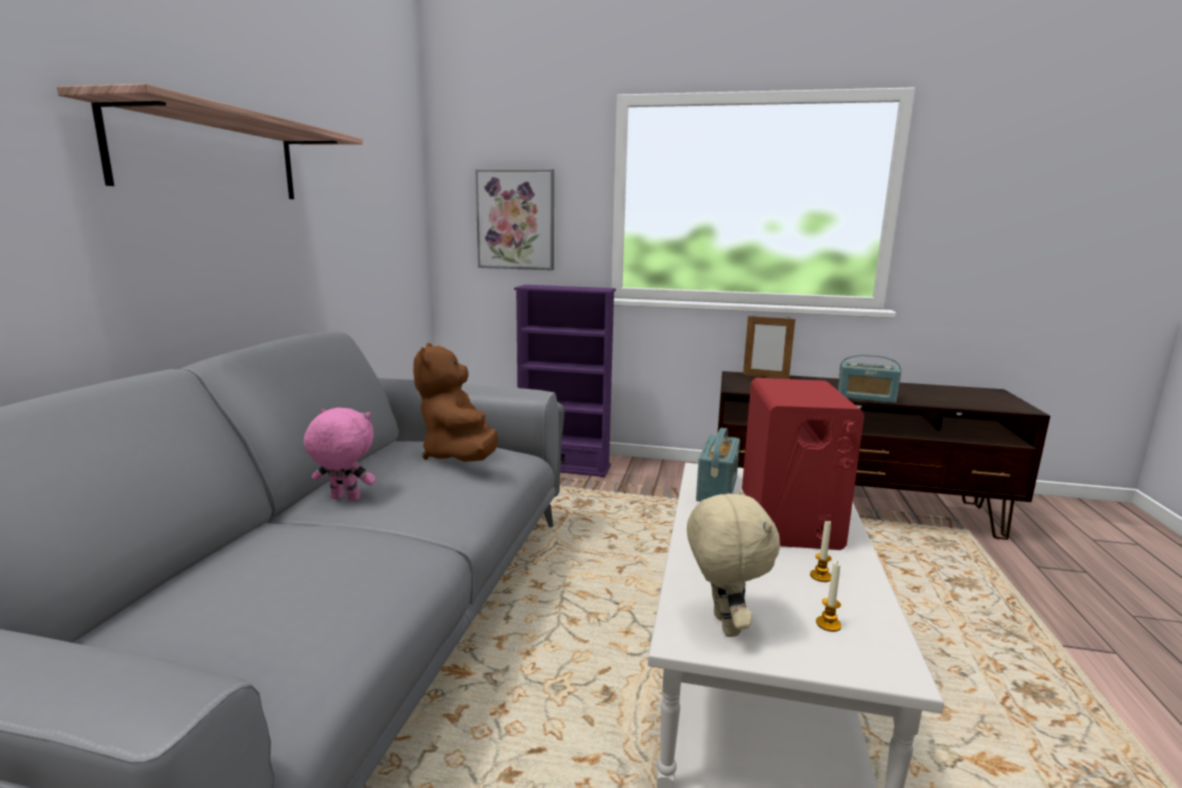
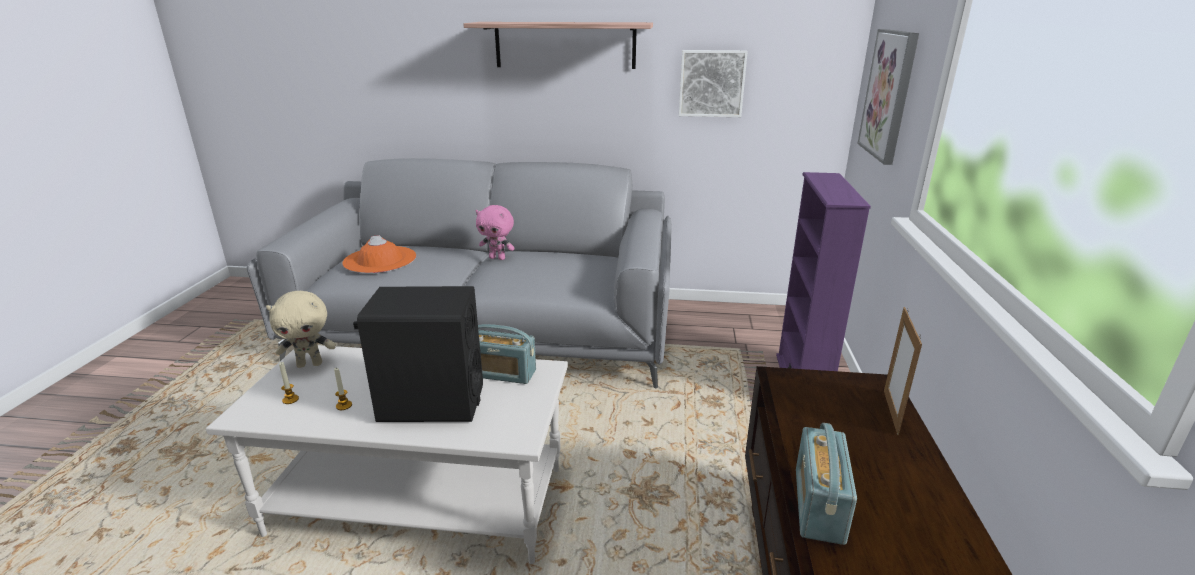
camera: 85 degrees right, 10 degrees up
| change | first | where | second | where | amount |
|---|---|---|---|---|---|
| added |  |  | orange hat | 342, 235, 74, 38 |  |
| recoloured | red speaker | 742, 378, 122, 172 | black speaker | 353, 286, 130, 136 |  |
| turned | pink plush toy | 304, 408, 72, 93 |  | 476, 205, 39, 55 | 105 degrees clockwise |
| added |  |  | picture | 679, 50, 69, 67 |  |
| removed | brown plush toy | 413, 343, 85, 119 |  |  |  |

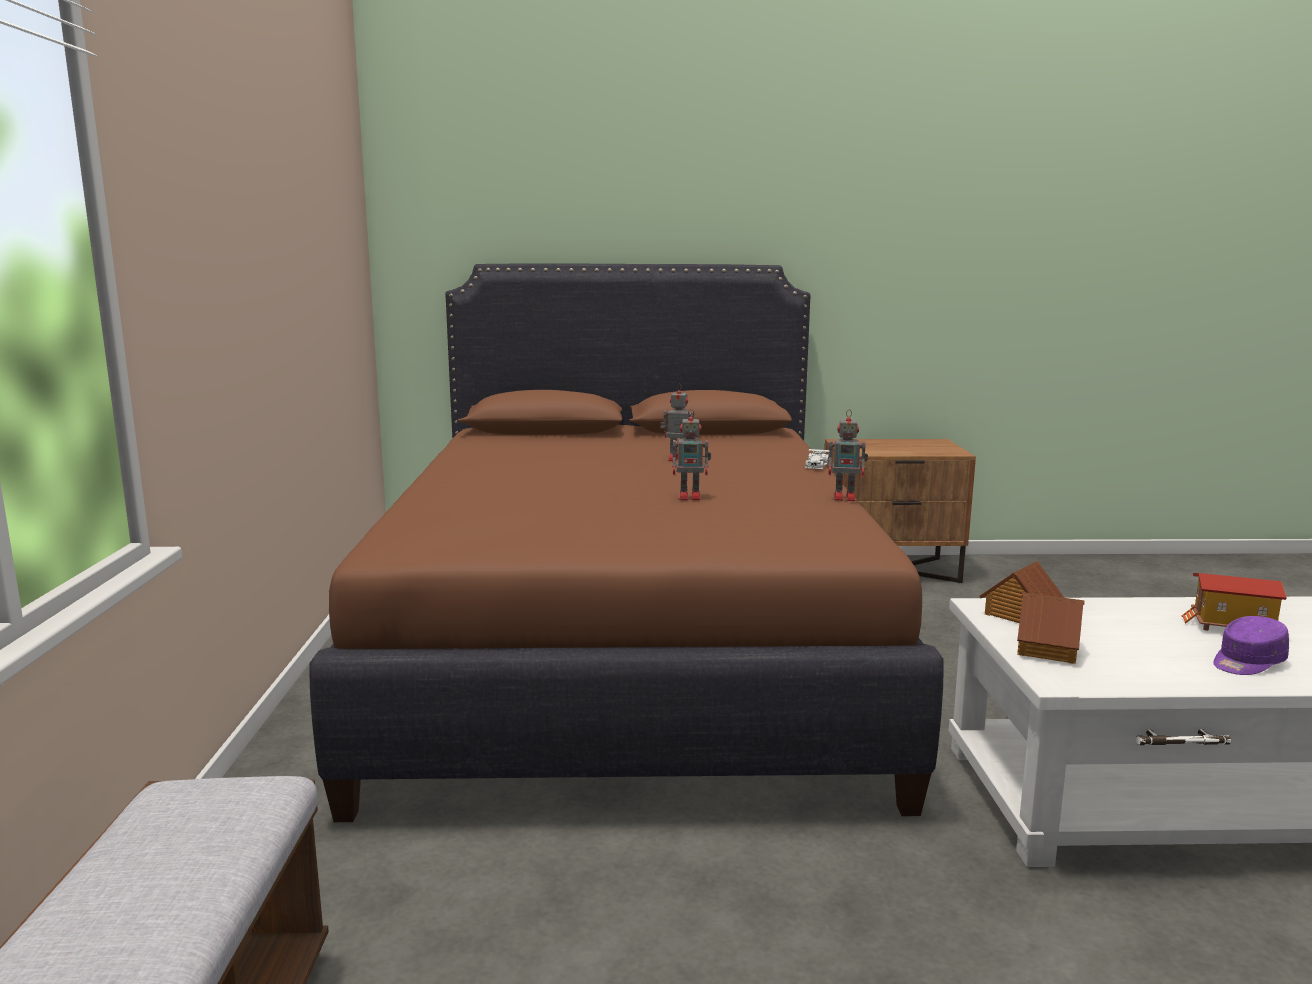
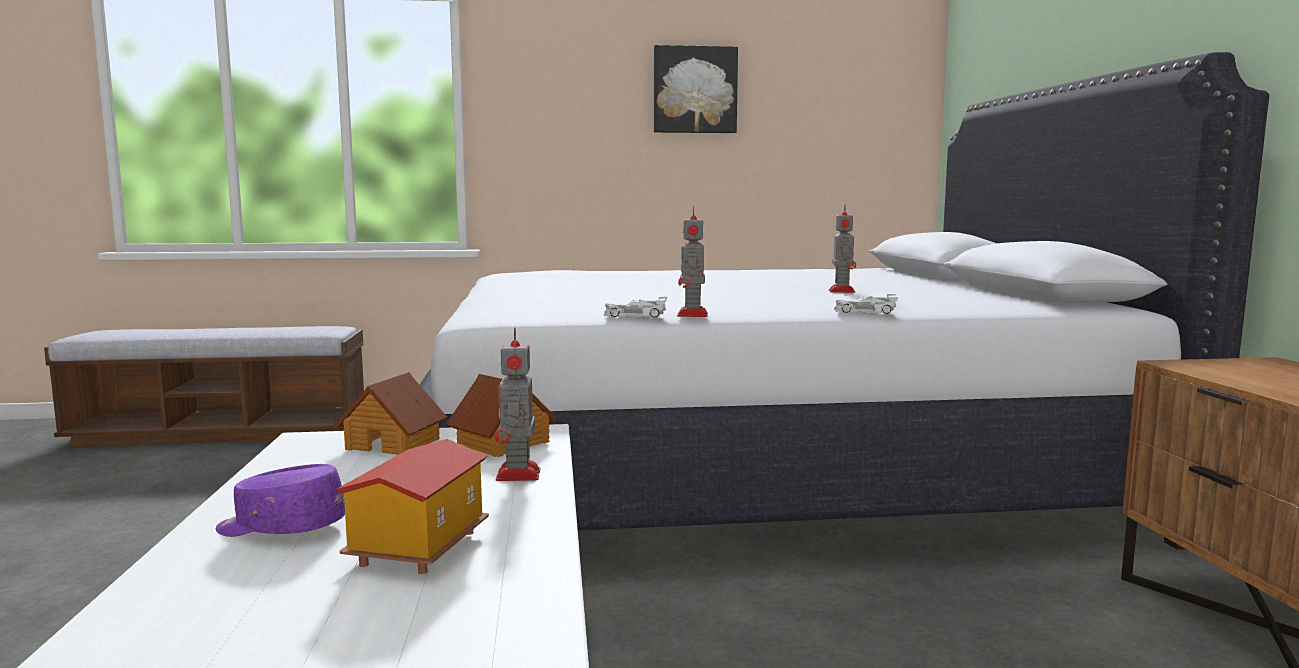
camera: 85 degrees right, 5 degrees down
| change | first | where | second | where | amount |
|---|---|---|---|---|---|
| turned | purple cap | 1213, 616, 76, 59 |  | 216, 464, 129, 73 | 45 degrees counterclockwise |
| recoloured | brown bed | 310, 263, 633, 559 | white bed | 419, 52, 851, 497 |  |
| moved | toy robot | 672, 409, 39, 91 |  | 495, 327, 45, 154 |  |
| added |  |  | white toy car | 604, 297, 63, 21 |  |
| added |  |  | picture | 654, 45, 84, 88 |  |

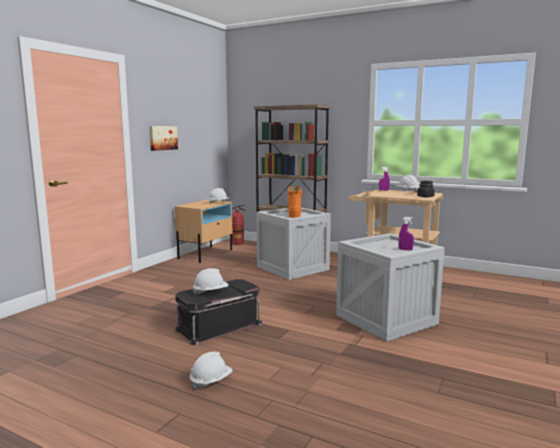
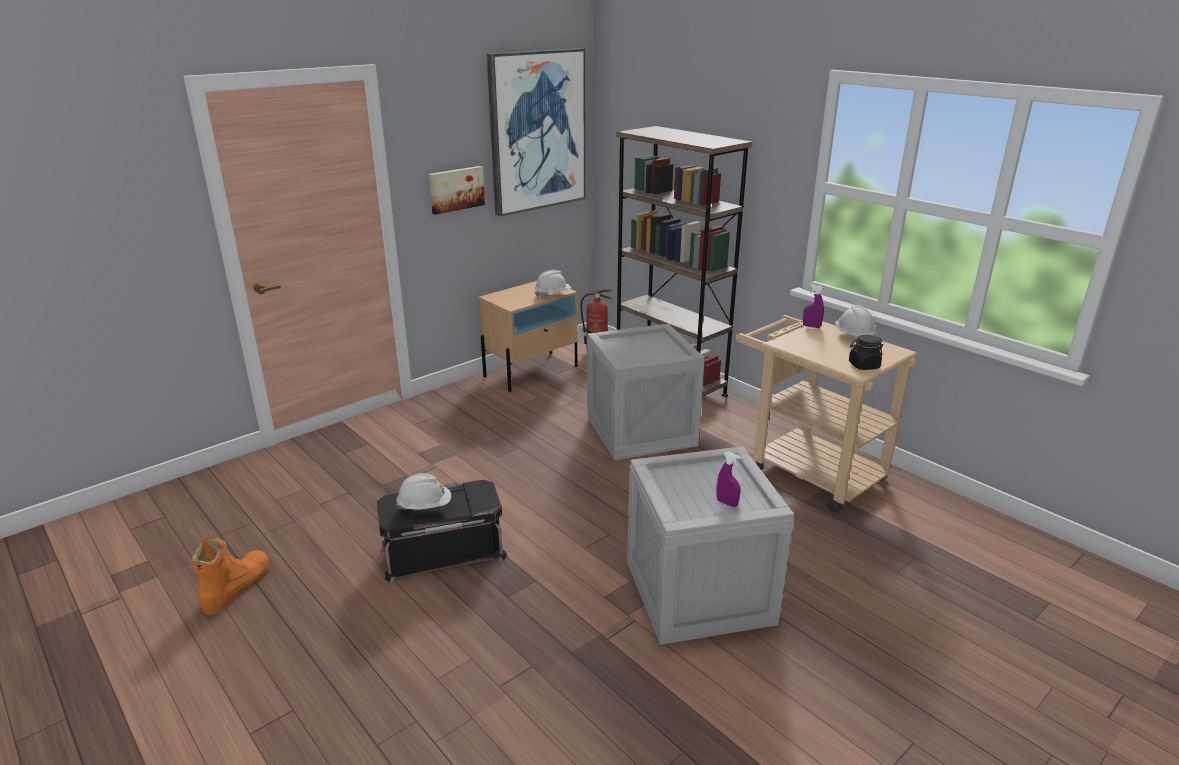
camera: 20 degrees right, 15 degrees up
| change | first | where | second | where | amount |
|---|---|---|---|---|---|
| moved | orange boot | 287, 186, 15, 32 |  | 191, 537, 78, 78 |  |
| added |  |  | picture | 487, 48, 99, 169 |  |
| removed | white hard hat | 190, 352, 42, 38 |  |  |  |

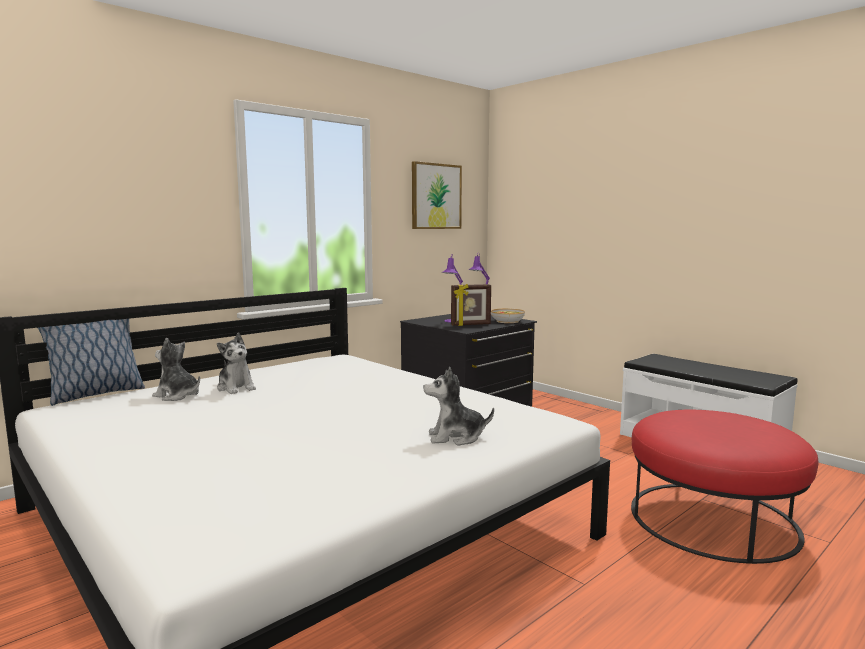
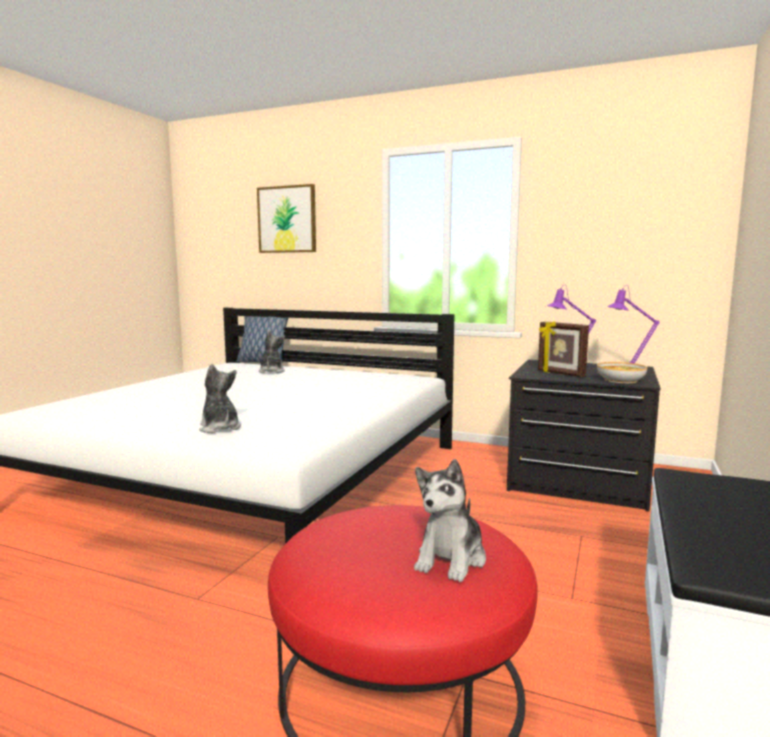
camera: 65 degrees right, 0 degrees up
| change | first | where | second | where | amount |
|---|---|---|---|---|---|
| moved | picture | 412, 161, 50, 68 |  | 257, 184, 59, 69 |  |
| moved | plush toy | 217, 333, 39, 61 |  | 414, 459, 72, 123 |  |

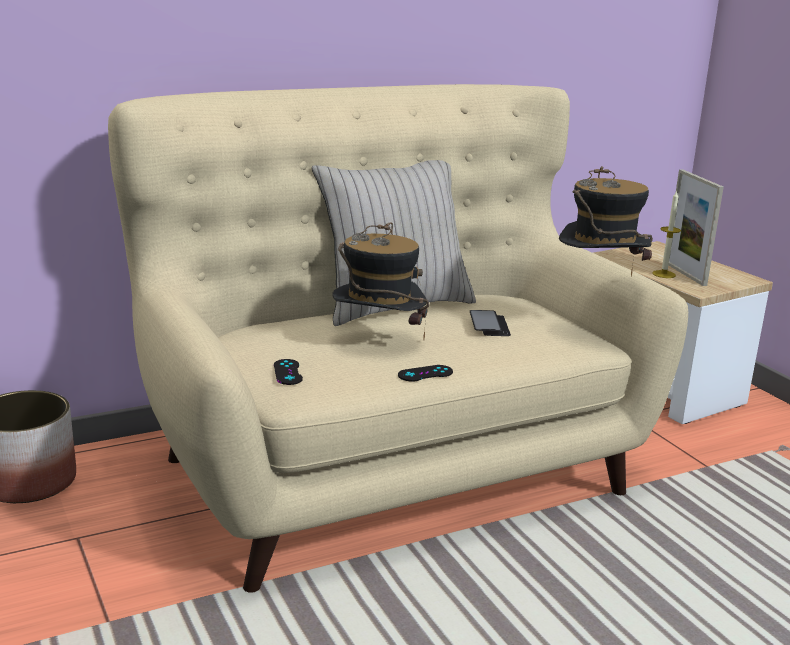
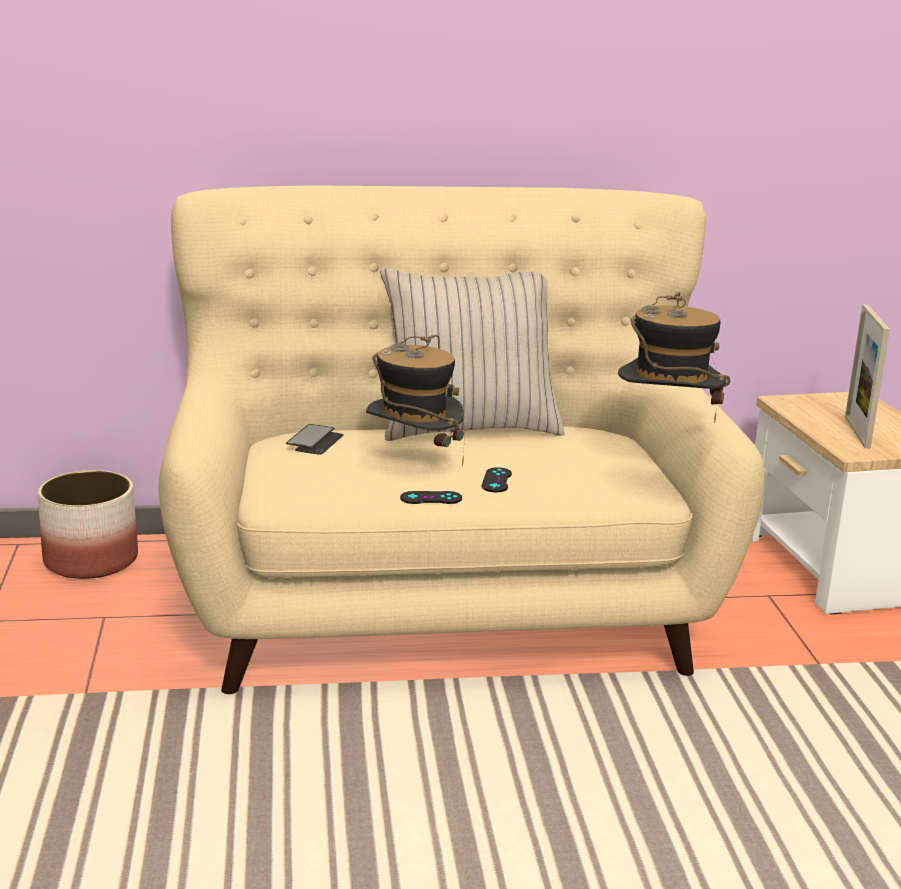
camera: 20 degrees right, 0 degrees up
| change | first | where | second | where | amount |
|---|---|---|---|---|---|
| moved | phone | 470, 310, 41, 26 |  | 286, 424, 57, 31 |  |
| moved | black game controller | 274, 359, 29, 26 |  | 482, 467, 30, 25 |  |
| removed | candle | 652, 190, 29, 88 |  |  |  |

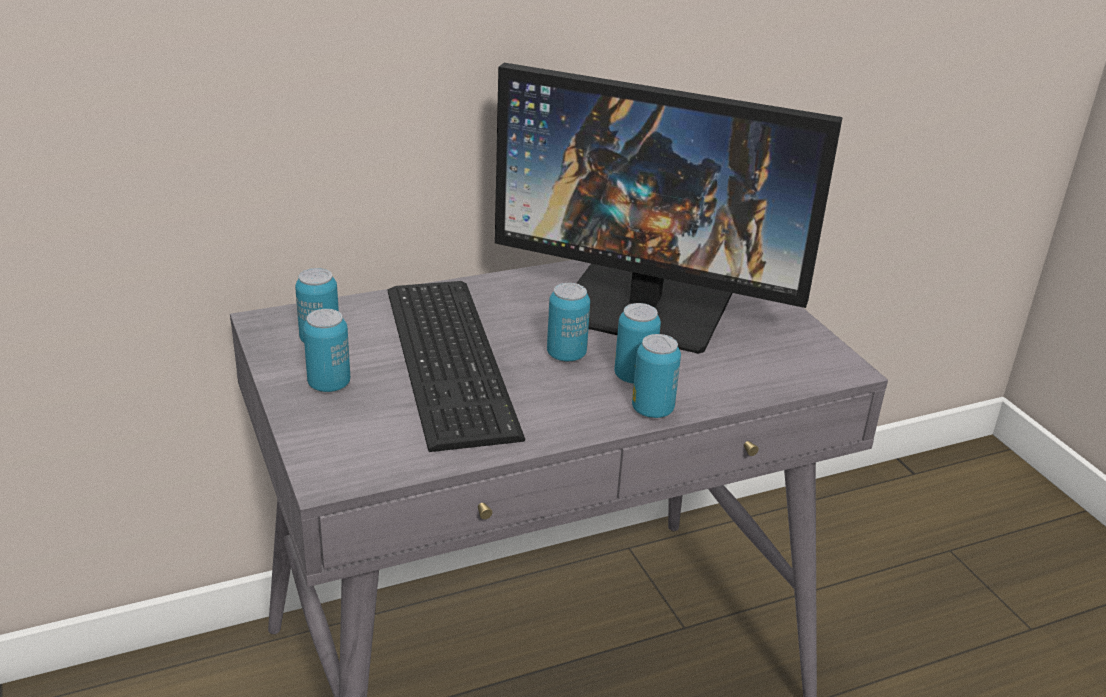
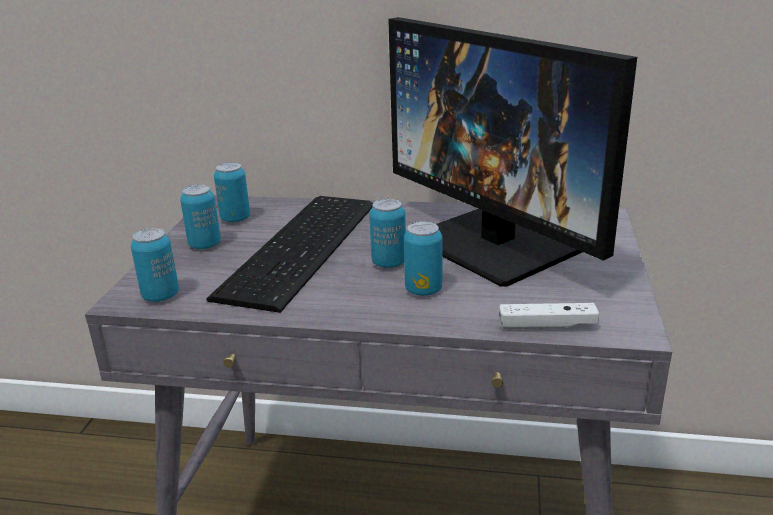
camera: 35 degrees right, 5 degrees down
| change | first | where | second | where | amount |
|---|---|---|---|---|---|
| moved | can | 632, 334, 49, 84 |  | 131, 228, 48, 74 |  |
| added |  |  | white game controller | 499, 303, 100, 26 |  |

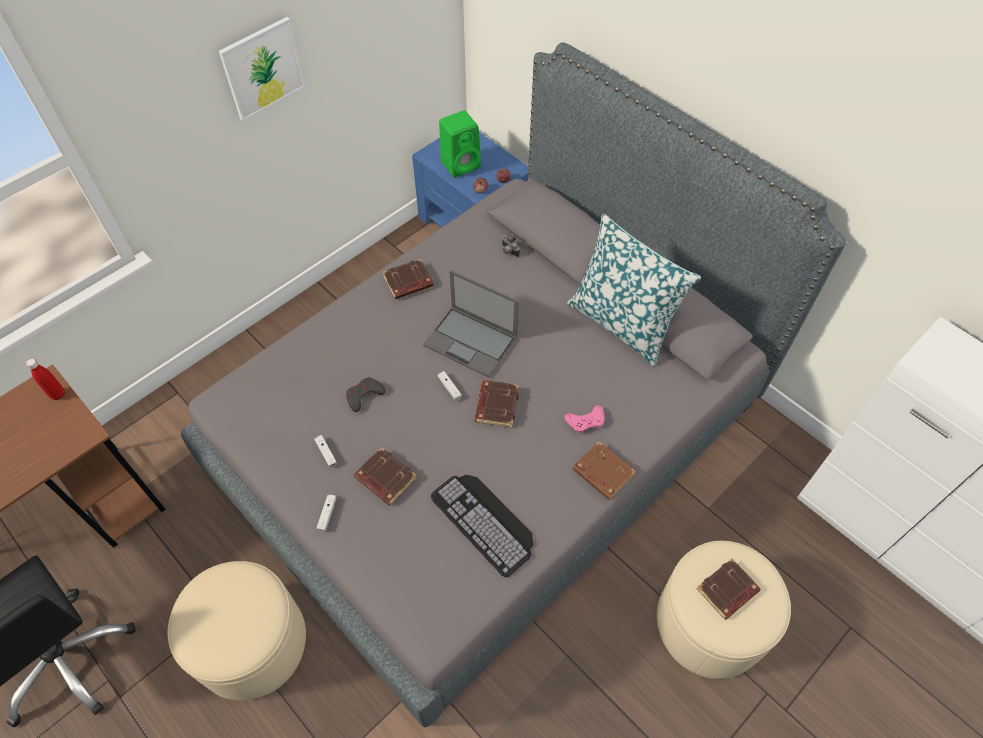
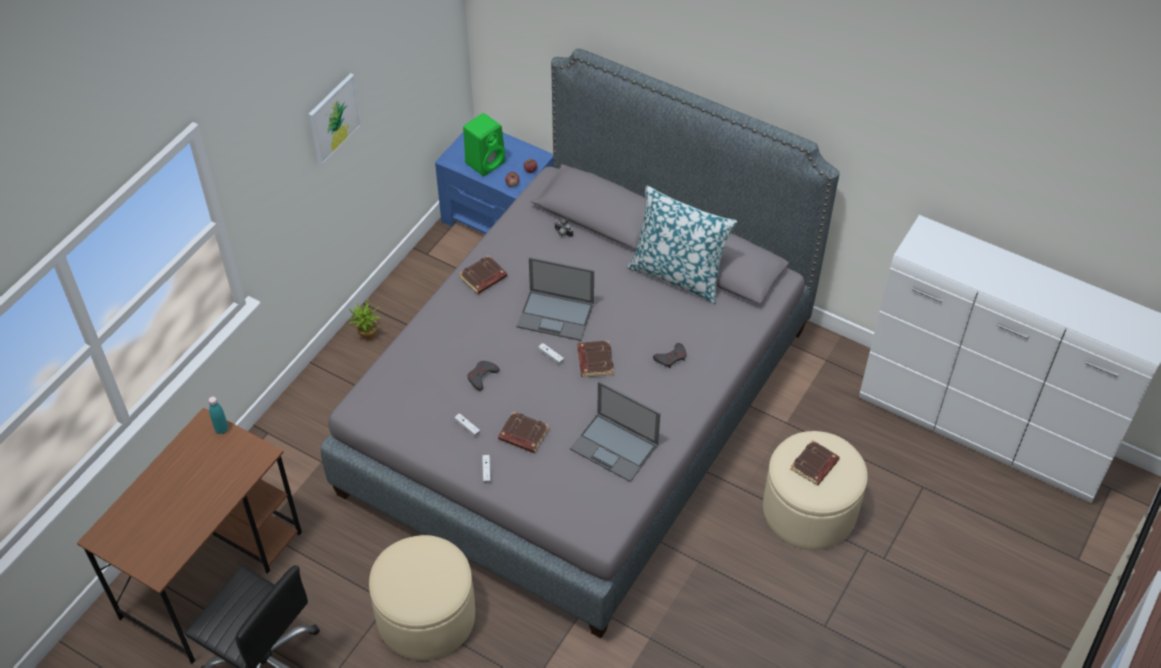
camera: 15 degrees left, 5 degrees down
| change | first | where | second | where | amount |
|---|---|---|---|---|---|
| recoloured | red bottle | 26, 358, 39, 42 | turquoise bottle | 208, 396, 20, 38 |  |
| added |  |  | potted plant | 349, 299, 31, 41 |  |
| replaced | keyboard | 430, 475, 104, 103 | laptop | 570, 381, 90, 101 |  |
| recoloured | pink game controller | 564, 405, 41, 29 | grey game controller | 653, 343, 34, 25 |  |
| removed | brown book | 573, 442, 63, 58 |  |  |  |

